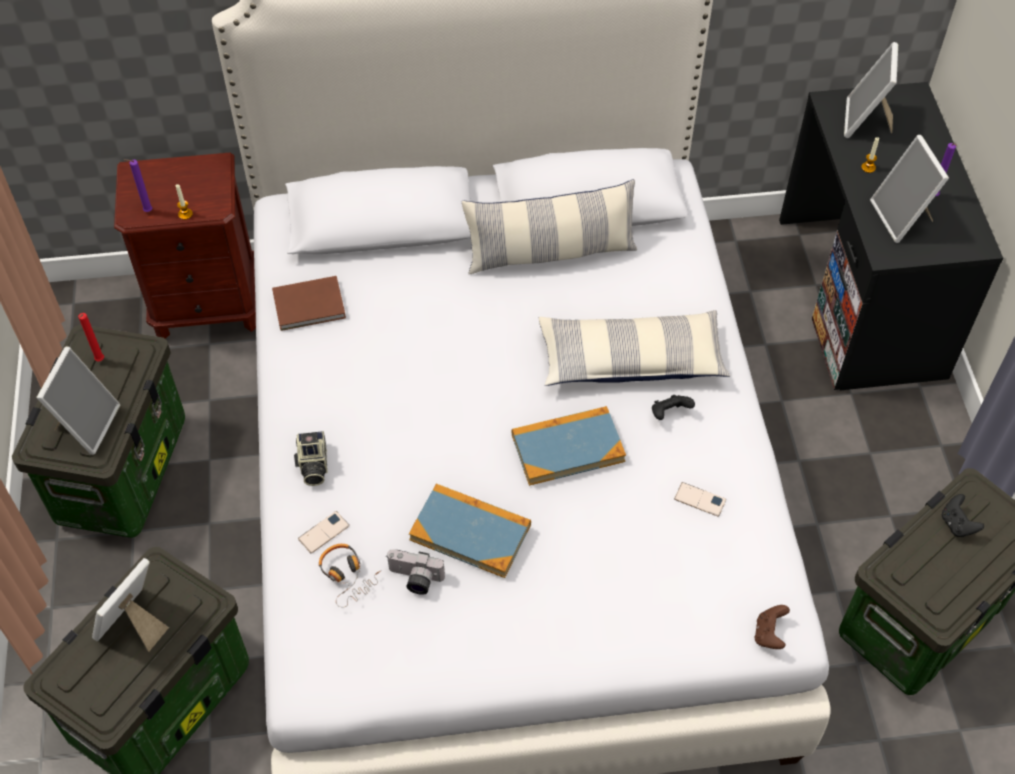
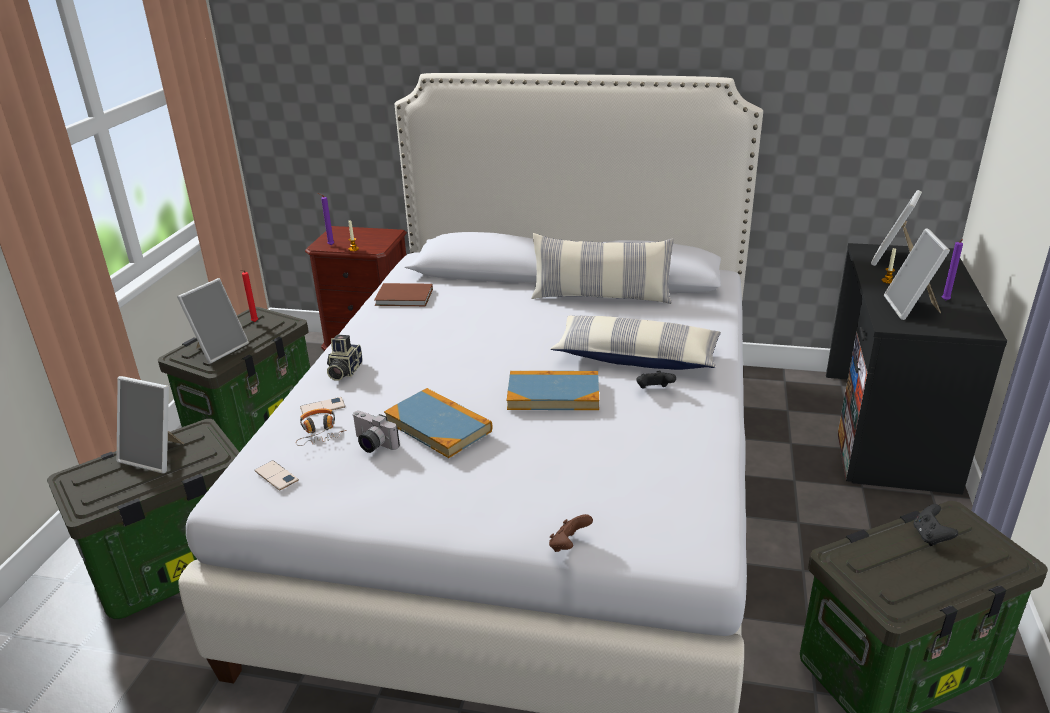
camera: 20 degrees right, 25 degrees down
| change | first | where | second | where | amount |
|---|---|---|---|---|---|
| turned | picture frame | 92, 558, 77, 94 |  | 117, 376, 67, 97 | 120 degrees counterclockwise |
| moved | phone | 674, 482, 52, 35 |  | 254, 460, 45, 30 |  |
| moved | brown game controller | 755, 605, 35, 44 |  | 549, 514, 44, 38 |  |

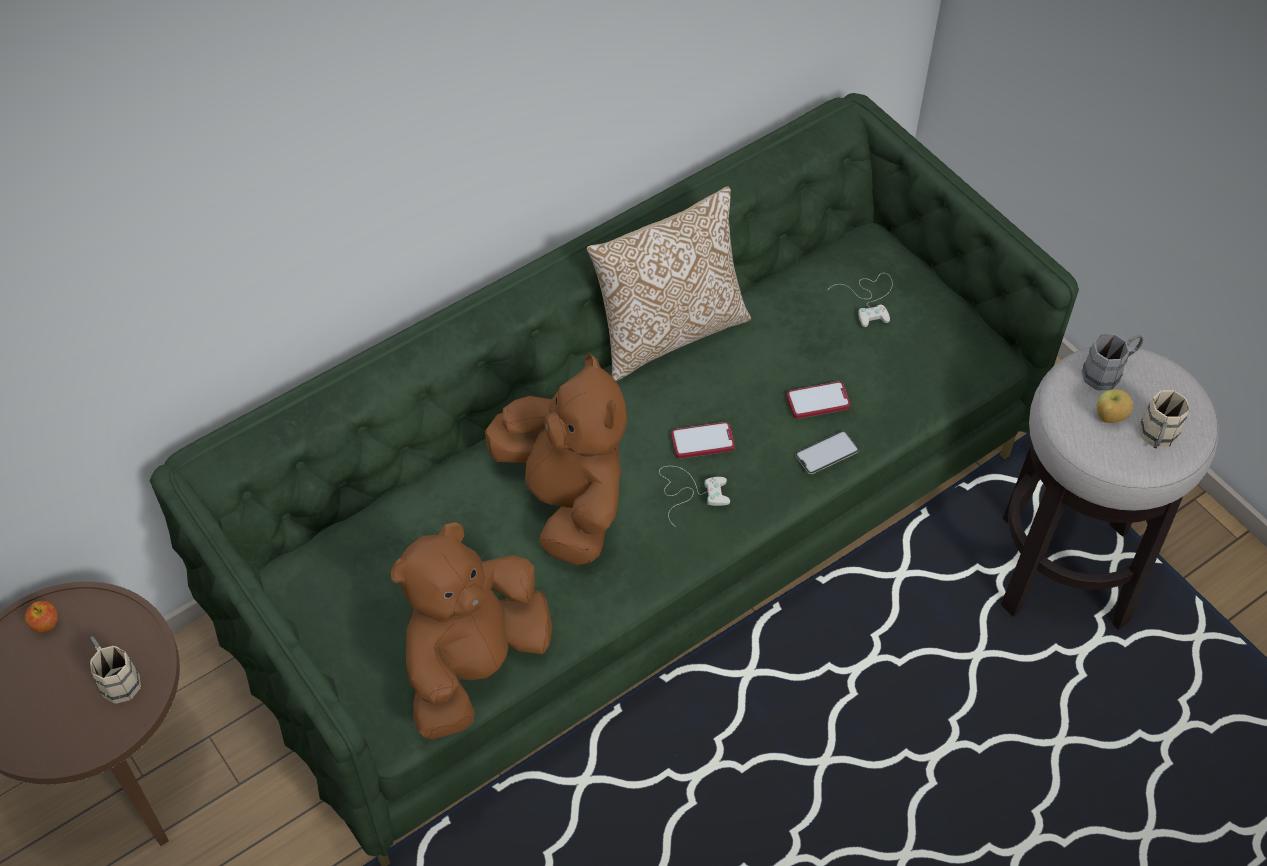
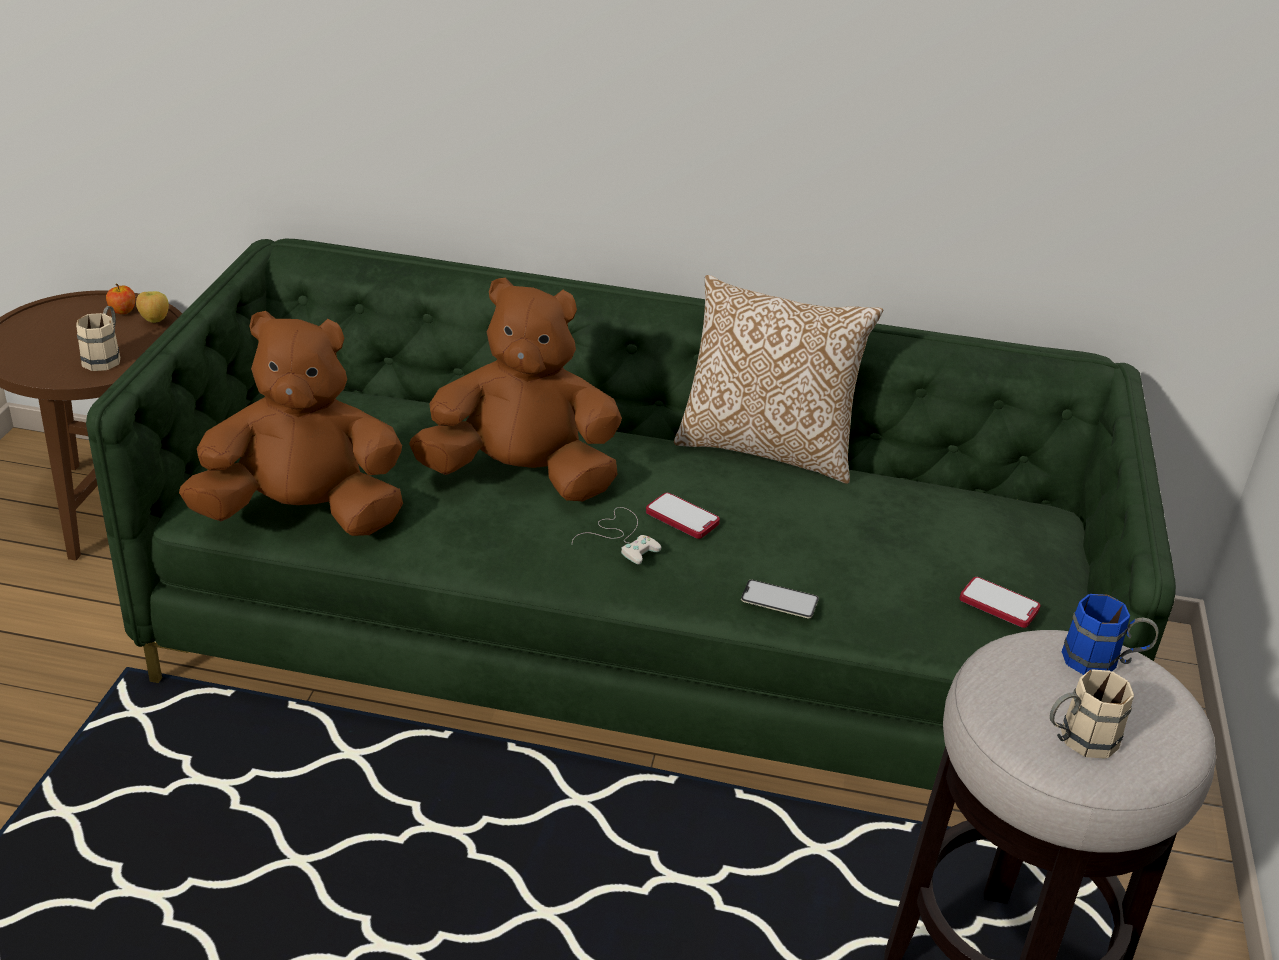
camera: 45 degrees right, 20 degrees down
| change | first | where | second | where | amount |
|---|---|---|---|---|---|
| moved | apple | 1097, 389, 36, 34 |  | 136, 291, 33, 32 |  |
| turned | brown plush toy | 485, 353, 142, 212 |  | 409, 278, 213, 223 | 105 degrees counterclockwise |
| moved | phone | 787, 382, 63, 37 |  | 960, 577, 80, 51 |  |
| recoloured | grey mug | 1082, 334, 61, 56 | blue mug | 1062, 594, 97, 81 |  |
| removed | white game controller | 827, 273, 66, 54 |  |  |  |

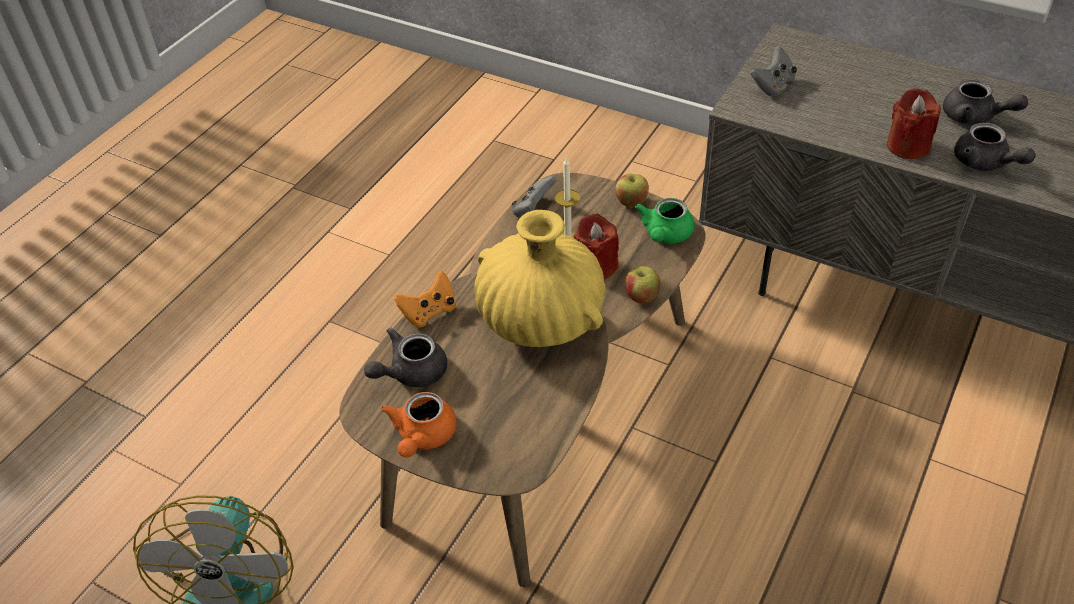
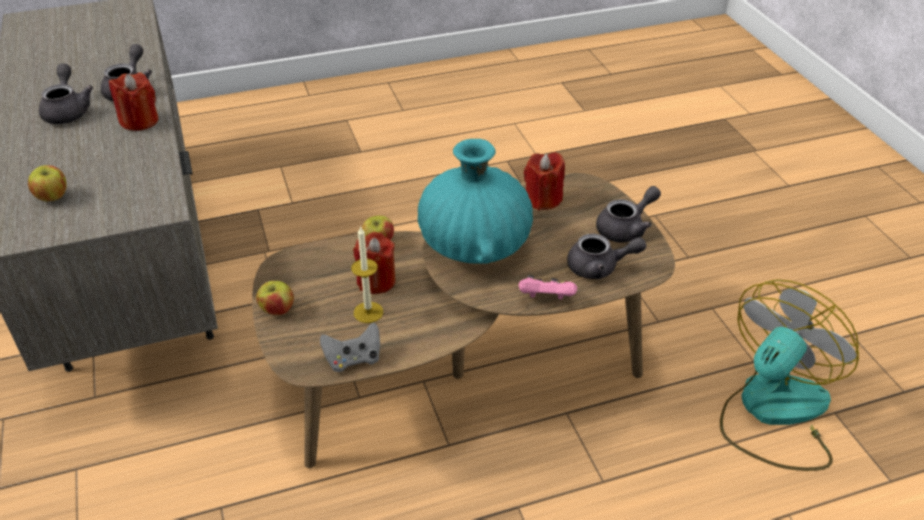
camera: 140 degrees left, 5 degrees down
| change | first | where | second | where | amount |
|---|---|---|---|---|---|
| added |  |  | apple | 28, 165, 39, 36 |  |
| recoloured | yellow vase | 474, 210, 132, 137 | turquoise vase | 418, 139, 115, 125 |  |
| recoloured | orange game controller | 394, 271, 62, 57 | pink game controller | 519, 275, 58, 25 |  |
| added |  |  | red candle | 524, 152, 41, 58 |  |
| recoloured | orange teapot | 381, 392, 76, 66 | grey teapot | 596, 186, 65, 57 |  |
| removed | green teapot | 635, 198, 59, 45 |  |  |  |
| removed | grey game controller | 750, 46, 47, 50 |  |  |  |

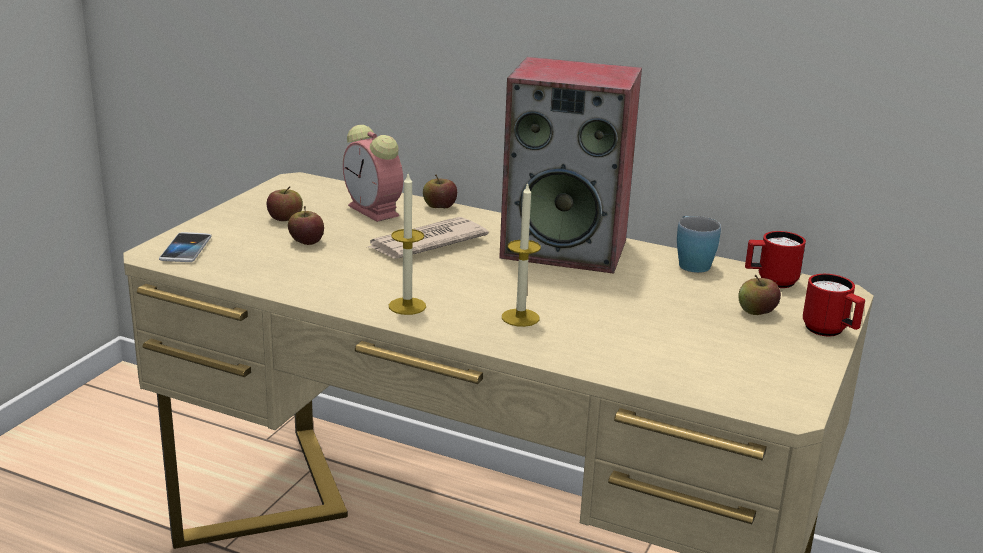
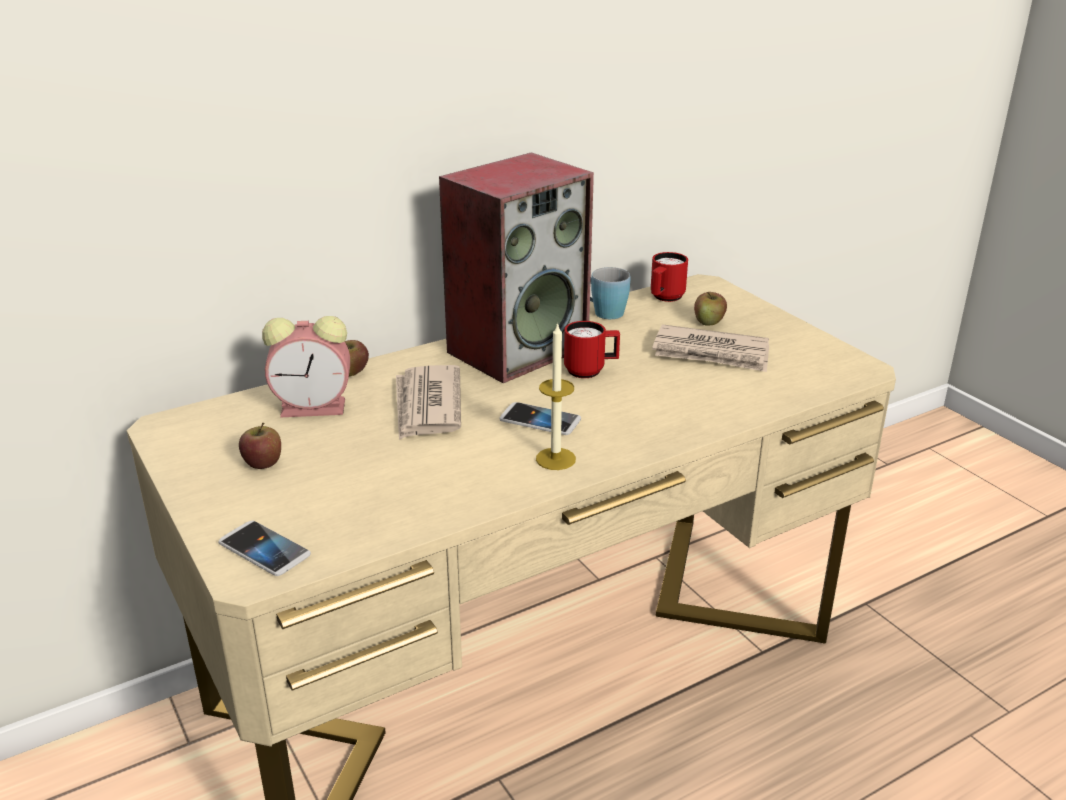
camera: 55 degrees left, 5 degrees up
| change | first | where | second | where | amount |
|---|---|---|---|---|---|
| added |  |  | phone | 500, 402, 81, 33 |  |
| moved | red mug | 803, 274, 62, 62 |  | 564, 321, 56, 57 |  |
| added |  |  | newspaper | 652, 324, 117, 48 |  |
| removed | apple | 288, 206, 36, 39 |  |  |  |
| removed | candle | 502, 182, 39, 145 |  |  |  |

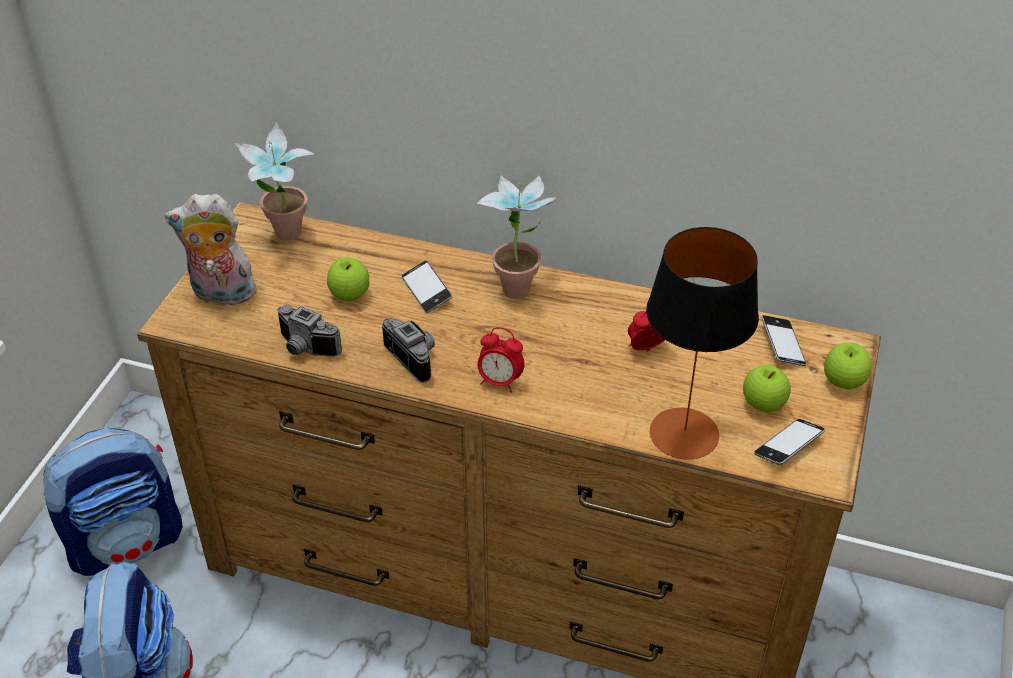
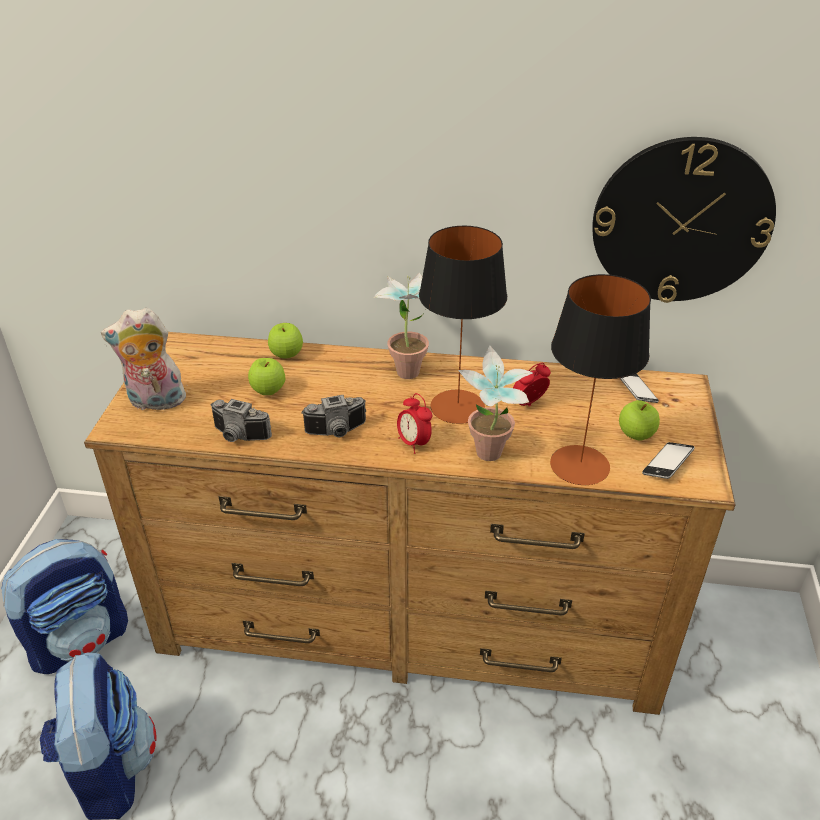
camera: 10 degrees left, 5 degrees down
| change | first | where | second | where | amount |
|---|---|---|---|---|---|
| moved | apple | 824, 342, 47, 47 |  | 268, 323, 35, 35 |  |
| turned | photo camera | 382, 318, 53, 65 |  | 301, 395, 65, 42 | 120 degrees clockwise |
| turned | alarm clock | 478, 327, 47, 66 |  | 397, 393, 35, 61 | 45 degrees clockwise |
| added |  |  | table lamp | 419, 226, 88, 198 |  |
| moved | potted plant | 235, 122, 80, 119 |  | 458, 345, 74, 116 |  |
| added |  |  | wall clock | 592, 137, 184, 166 |  |
| removed | phone | 402, 261, 50, 52 |  |  |  |

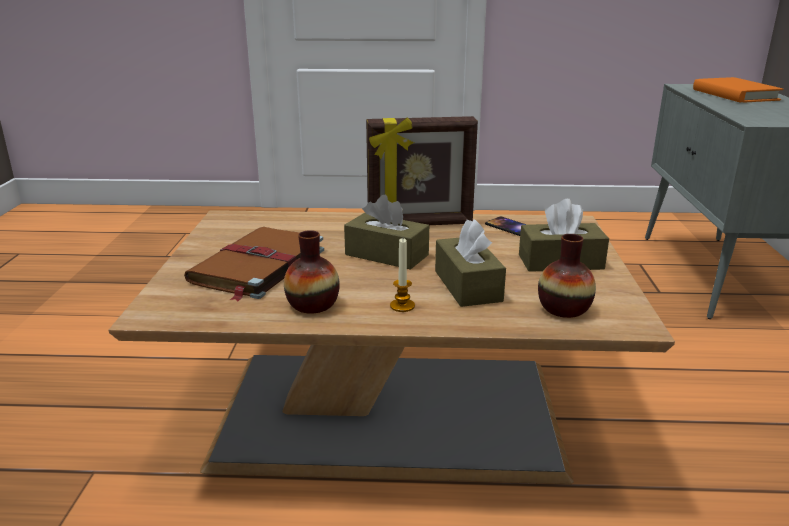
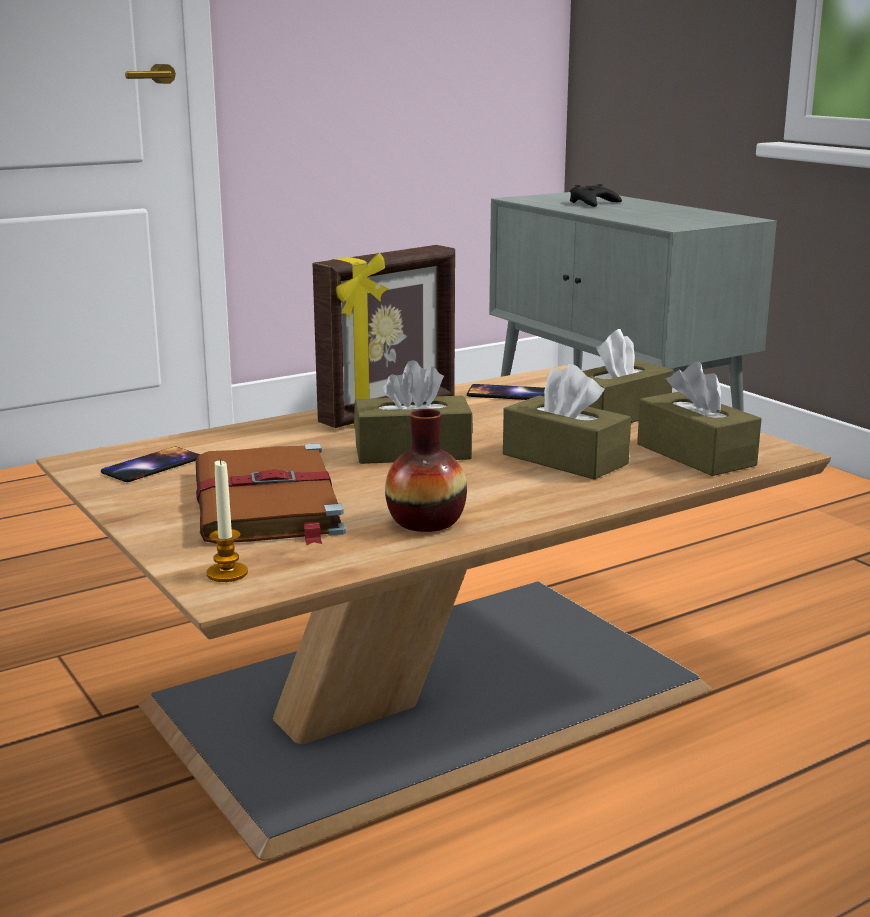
camera: 35 degrees left, 5 degrees down
| change | first | where | second | where | amount |
|---|---|---|---|---|---|
| added |  |  | phone | 101, 447, 99, 35 |  |
| moved | candle | 390, 238, 25, 74 |  | 206, 458, 42, 124 |  |
| replaced | orange book | 693, 77, 90, 26 | black game controller | 570, 184, 52, 23 |  |
| replaced | vase | 538, 234, 58, 84 | brown tissue box | 637, 362, 124, 114 |  |

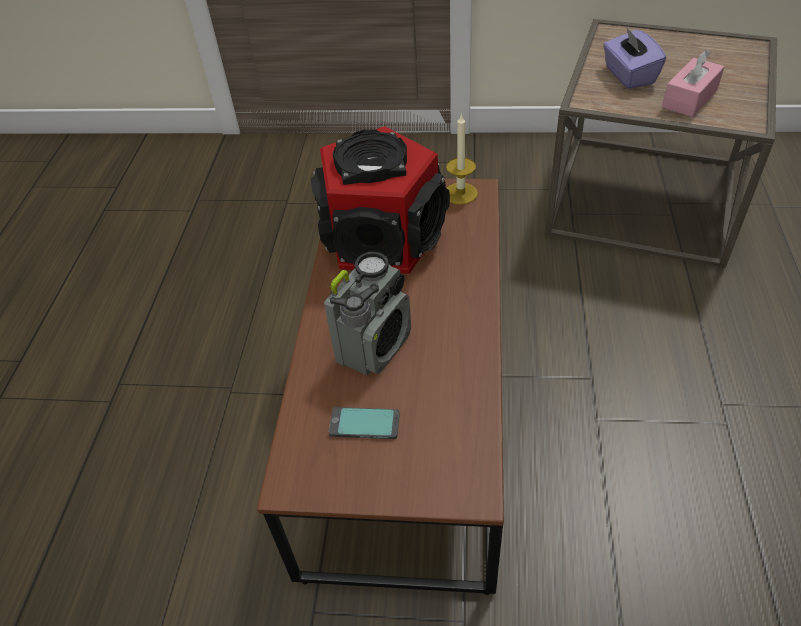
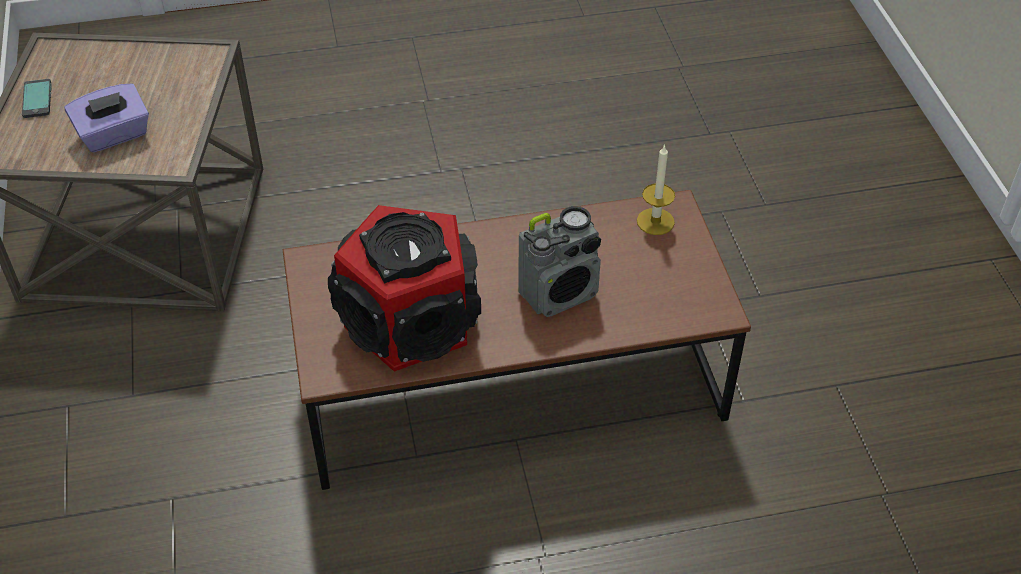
camera: 110 degrees left, 0 degrees up
| change | first | where | second | where | amount |
|---|---|---|---|---|---|
| moved | phone | 329, 407, 71, 32 |  | 22, 79, 30, 39 |  |
| turned | radio | 324, 252, 87, 123 |  | 518, 206, 83, 111 | 135 degrees clockwise |
| moved | candle | 446, 113, 32, 92 |  | 637, 144, 38, 91 |  |
| removed | pink tissue box | 662, 50, 62, 67 |  |  |  |

